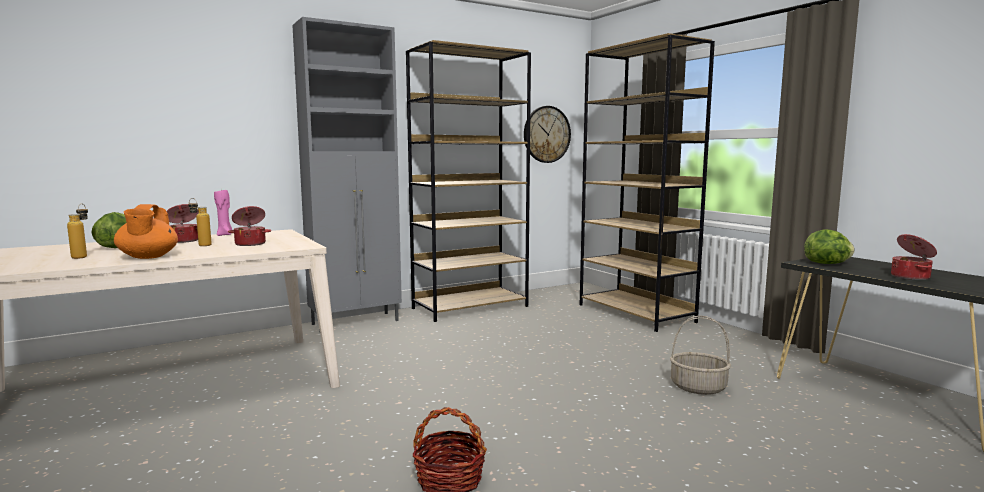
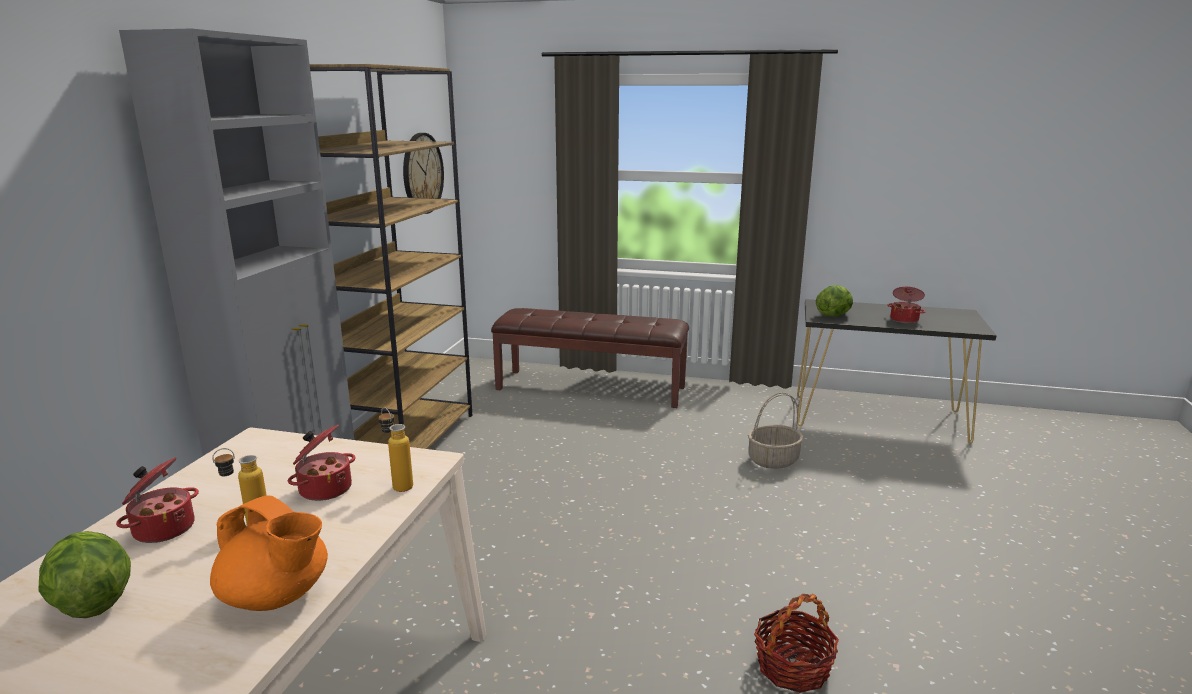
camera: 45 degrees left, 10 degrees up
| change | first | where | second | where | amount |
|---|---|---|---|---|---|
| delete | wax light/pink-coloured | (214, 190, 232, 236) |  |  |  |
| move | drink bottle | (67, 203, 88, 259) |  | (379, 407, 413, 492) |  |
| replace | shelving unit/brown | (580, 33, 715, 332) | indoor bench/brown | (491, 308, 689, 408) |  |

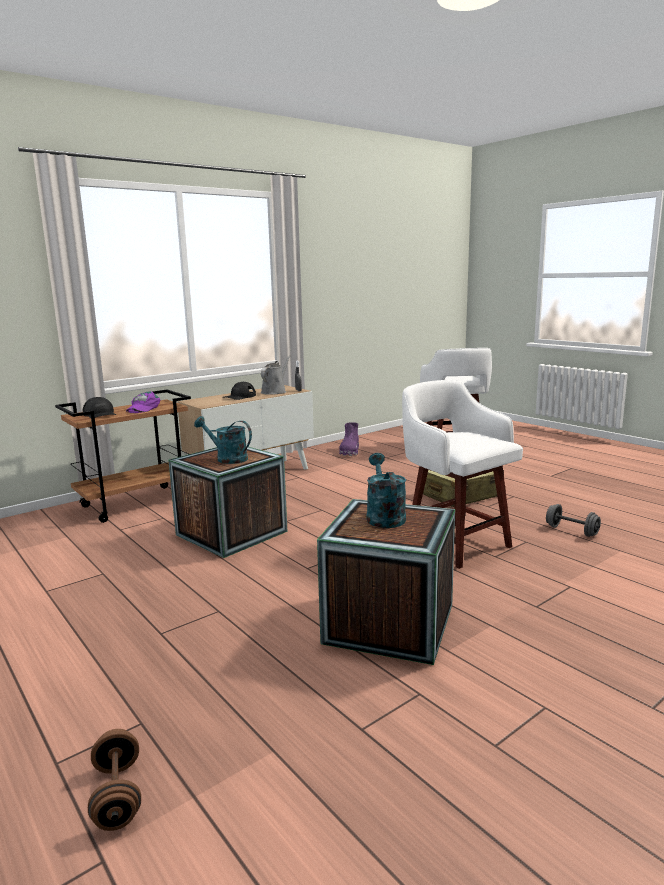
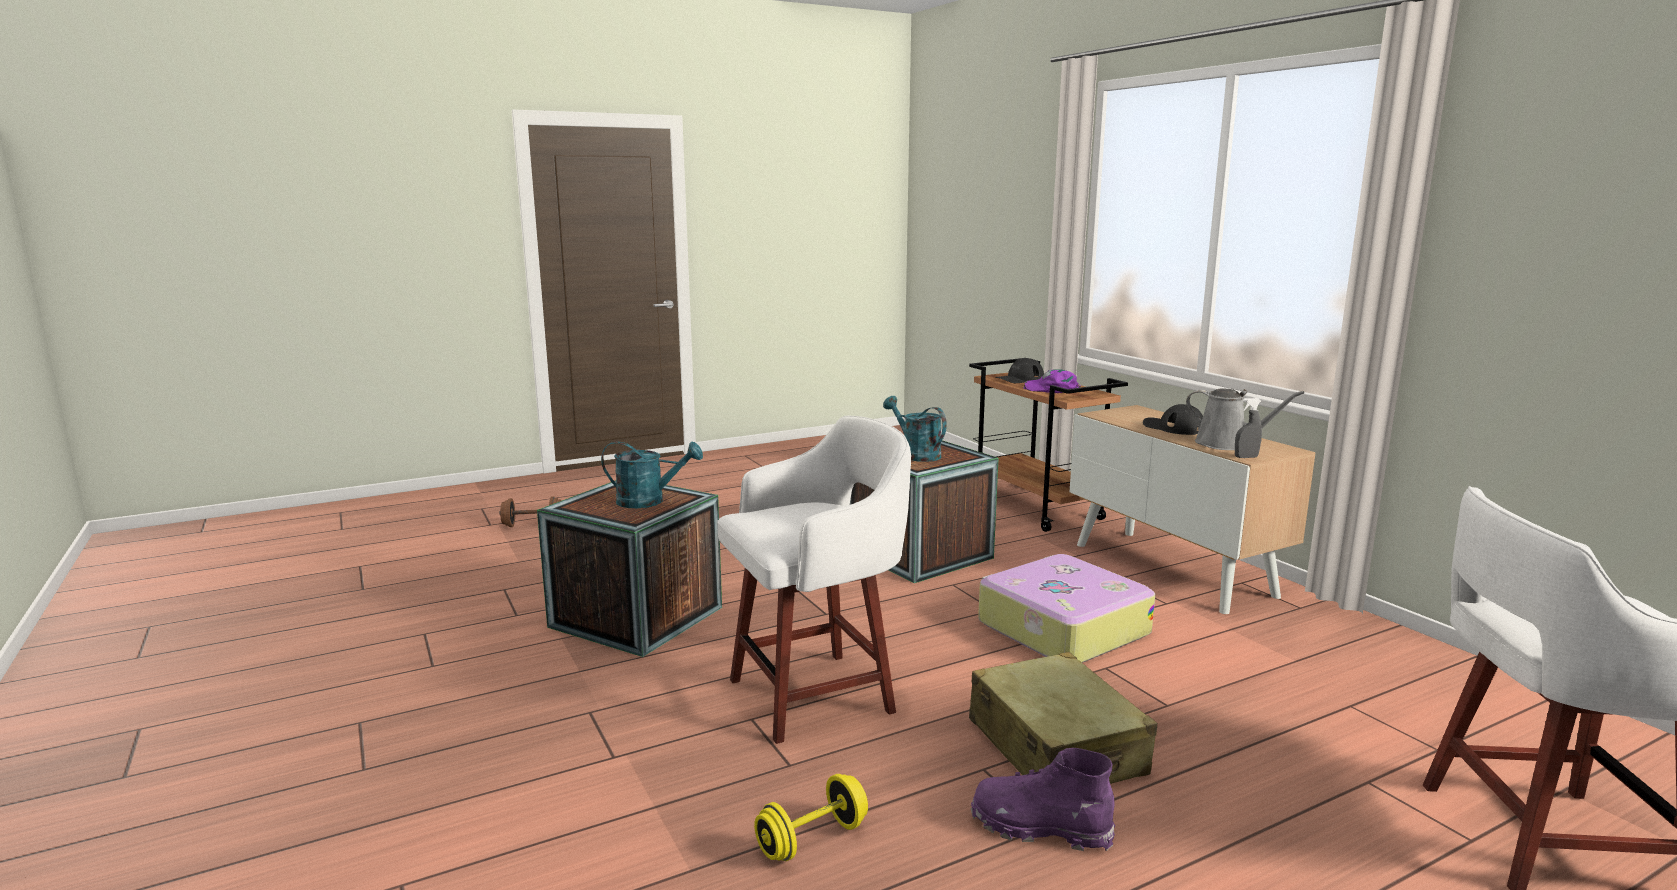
camera: 100 degrees right, 0 degrees up
| change | first | where | second | where | amount |
|---|---|---|---|---|---|
| insert |  |  | suitcase | (978, 554, 1155, 663) |  |
| move | tall boot/purplish | (339, 422, 359, 456) |  | (971, 748, 1115, 851) |  |
| recolor | dumbbell/grey | (546, 504, 601, 537) | dumbbell/yellow-coloured | (754, 774, 868, 861) |  |
| rotate | watering can/blue-green | (194, 416, 252, 464) |  | (883, 396, 947, 462) | 75 degrees counterclockwise |

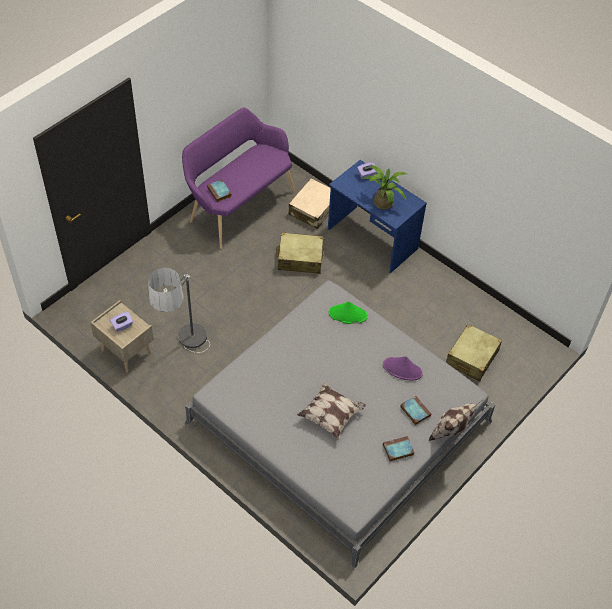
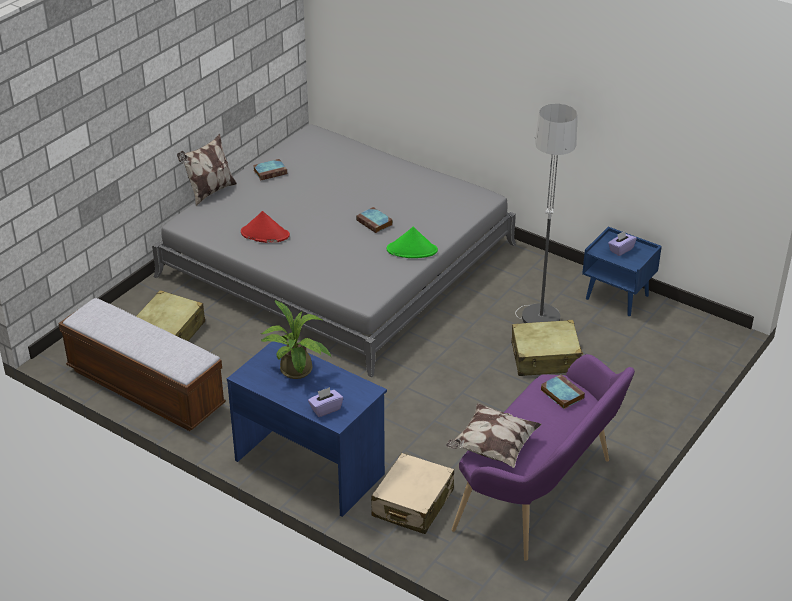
camera: 175 degrees right, 15 degrees down
| change | first | where | second | where | amount |
|---|---|---|---|---|---|
| insert |  |  | indoor bench | (58, 298, 226, 431) |  |
| move | suitcase/sand-coloured | (276, 232, 323, 274) |  | (511, 320, 583, 376) |  |
| move | throw pillow | (297, 382, 366, 439) |  | (446, 403, 542, 468) |  |
| move | wearable hat/green | (329, 301, 368, 324) |  | (387, 227, 438, 258) |  |
| move | book | (401, 396, 431, 425) |  | (356, 207, 393, 233) |  |
| recolor | bedside table/sand-coloured | (91, 300, 154, 373) | bedside table/blue-coloured | (582, 227, 662, 316) |  |
| recolor | wearable hat/purplish | (383, 356, 423, 380) | wearable hat/reddish | (241, 211, 290, 243) |  |

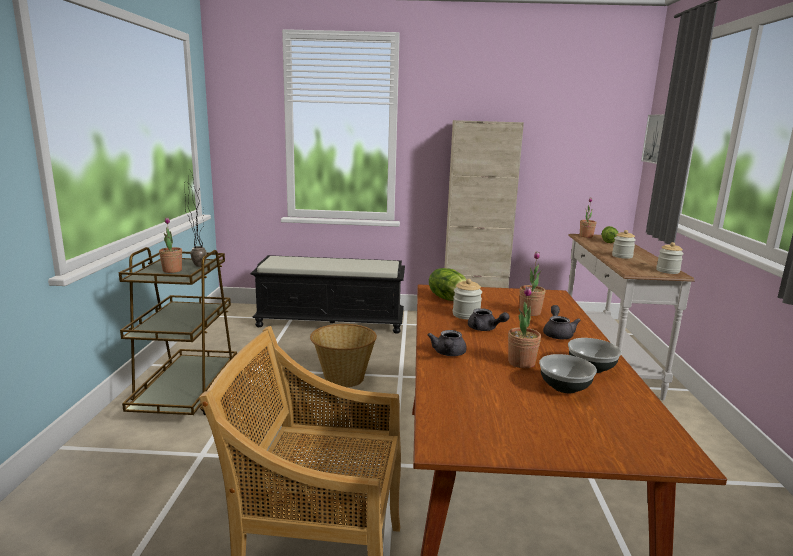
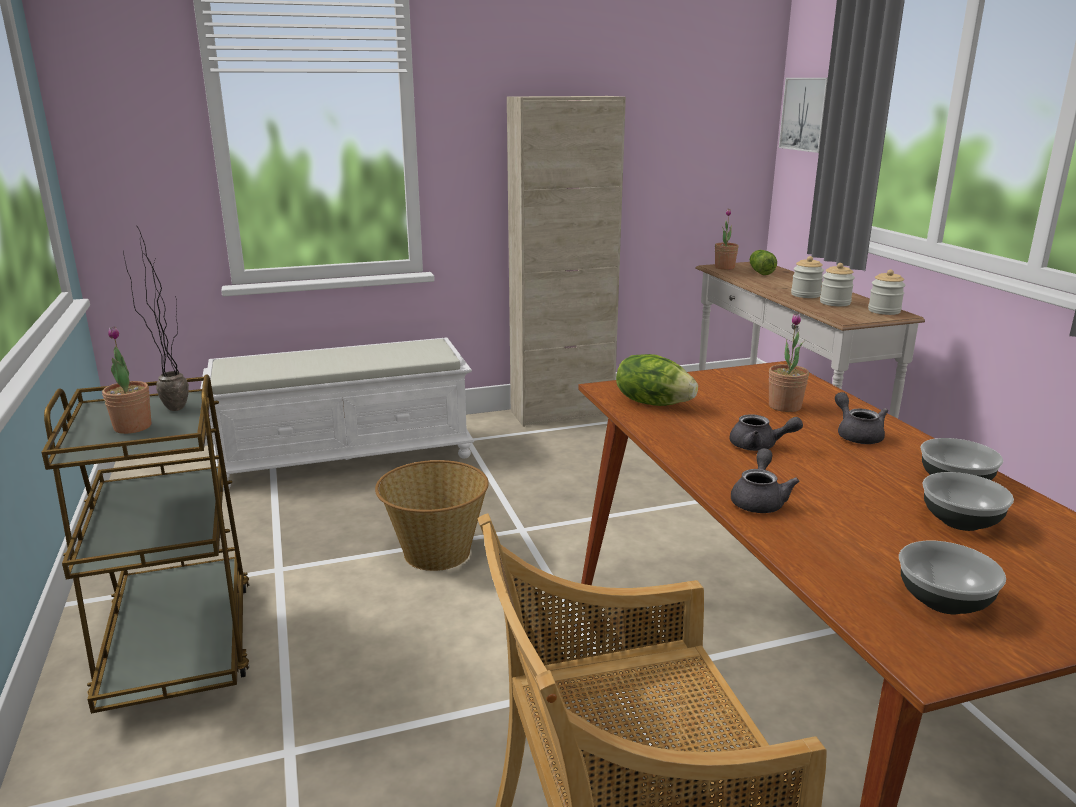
camera: 20 degrees left, 5 degrees up
| change | first | where | second | where | amount |
|---|---|---|---|---|---|
| delete | potted plant | (508, 286, 541, 368) |  |  |  |
| insert |  |  | deep dish | (899, 541, 1006, 614) |  |
| move | preserve jar | (453, 279, 482, 320) |  | (820, 263, 855, 306) |  |
| recolor | indoor bench/blackish | (250, 255, 405, 333) | indoor bench/white-coloured | (200, 337, 474, 491) |  |
| rotate | teapot/grey | (428, 330, 467, 356) |  | (731, 448, 800, 513) | 150 degrees counterclockwise |

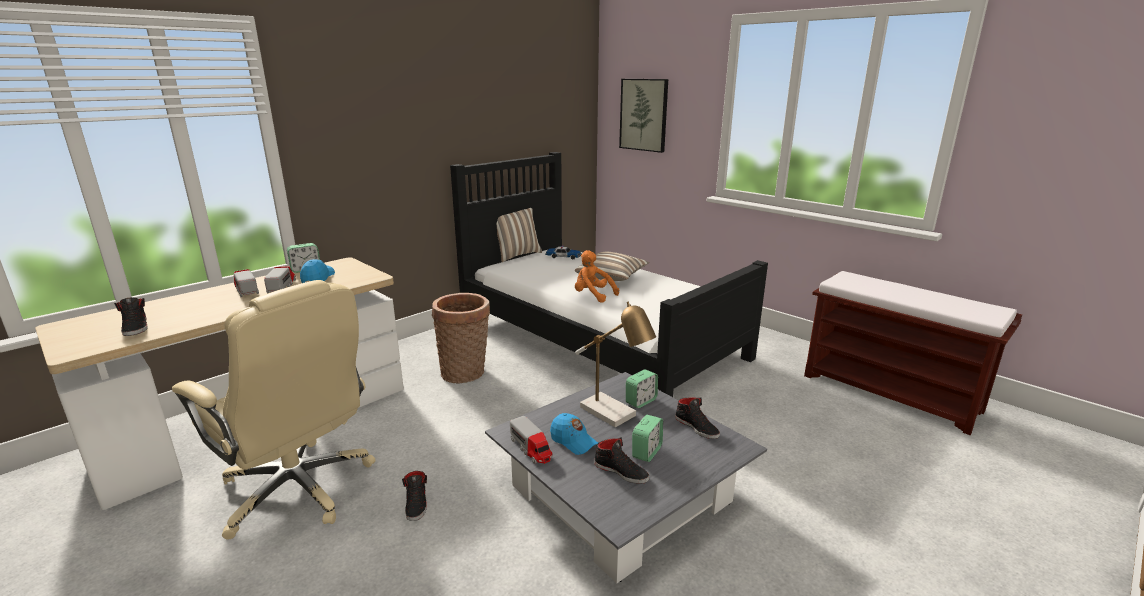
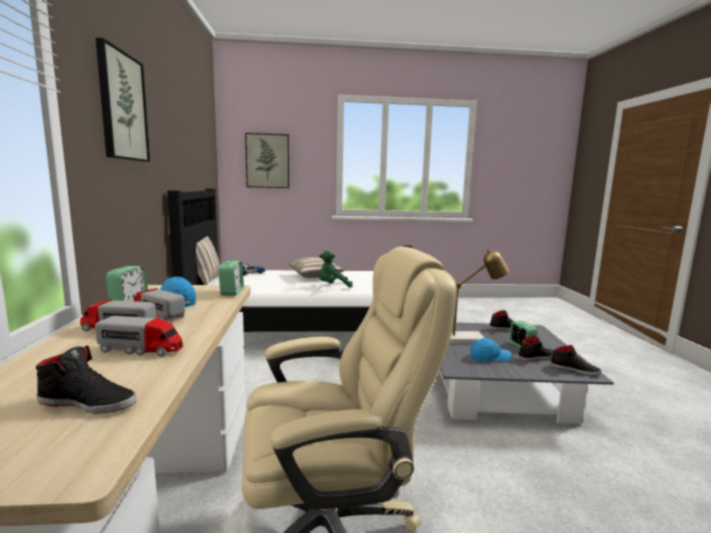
camera: 50 degrees left, 10 degrees down
| change | first | where | second | where | amount |
|---|---|---|---|---|---|
| delete | basket | (432, 293, 490, 384) |  |  |  |
| delete | indoor bench/brown | (804, 271, 1022, 435) |  |  |  |
| insert |  |  | picture | (95, 38, 150, 162) |  |
| move | low shoe/blackish | (402, 471, 427, 521) |  | (550, 345, 601, 375) |  |
| move | model truck | (510, 416, 553, 464) |  | (95, 316, 183, 357) |  |
| move | alarm clock | (626, 369, 658, 408) |  | (218, 261, 244, 296) |  |
| recolor | plush toy/orange | (575, 250, 619, 303) | plush toy/green | (319, 250, 353, 288) |  |

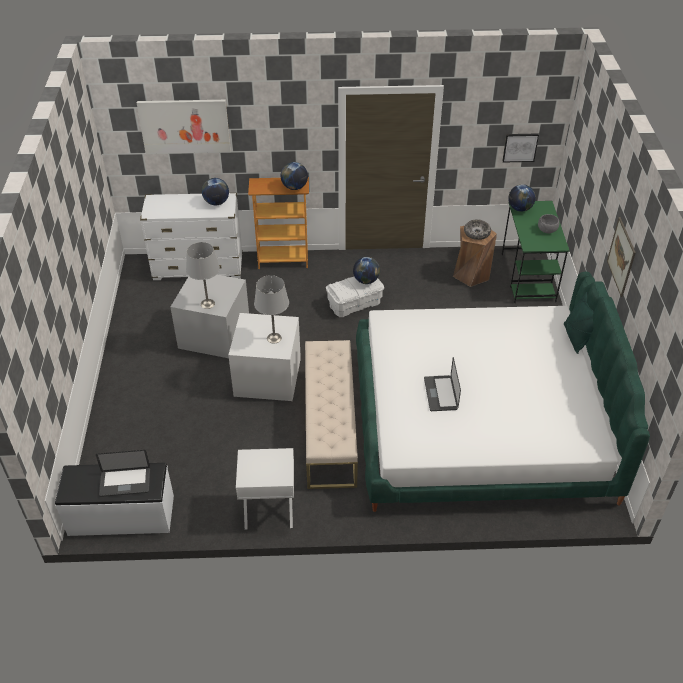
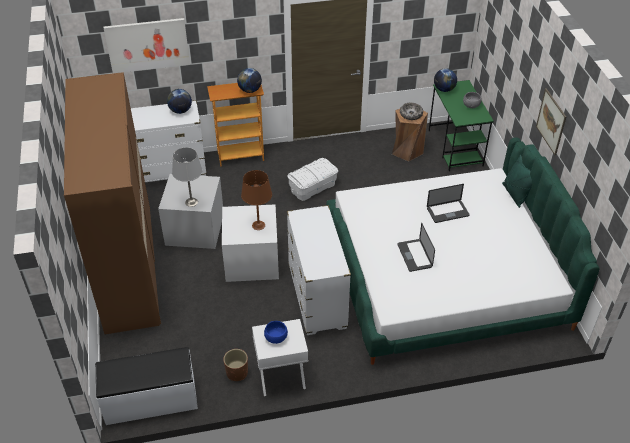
camera: 10 degrees left, 0 degrees up
| change | first | where | second | where | amount |
|---|---|---|---|---|---|
| delete | world globe | (353, 257, 380, 284) |  |  |  |
| delete | picture | (502, 133, 539, 163) |  |  |  |
| insert |  |  | armoire/brown | (64, 72, 161, 334) |  |
| insert |  |  | planter/brown | (223, 349, 248, 381) |  |
| insert |  |  | deep dish/blue-coloured | (264, 321, 288, 344) |  |
| move | portable computer | (96, 450, 150, 497) |  | (427, 184, 470, 223) |  |
| replace | indoor bench/sand-coloured | (305, 340, 358, 489) | dresser/white-coloured | (287, 205, 351, 335) |  |
| recolor | table lamp/grey | (254, 275, 289, 344) | table lamp/brown | (241, 170, 272, 230) |  |

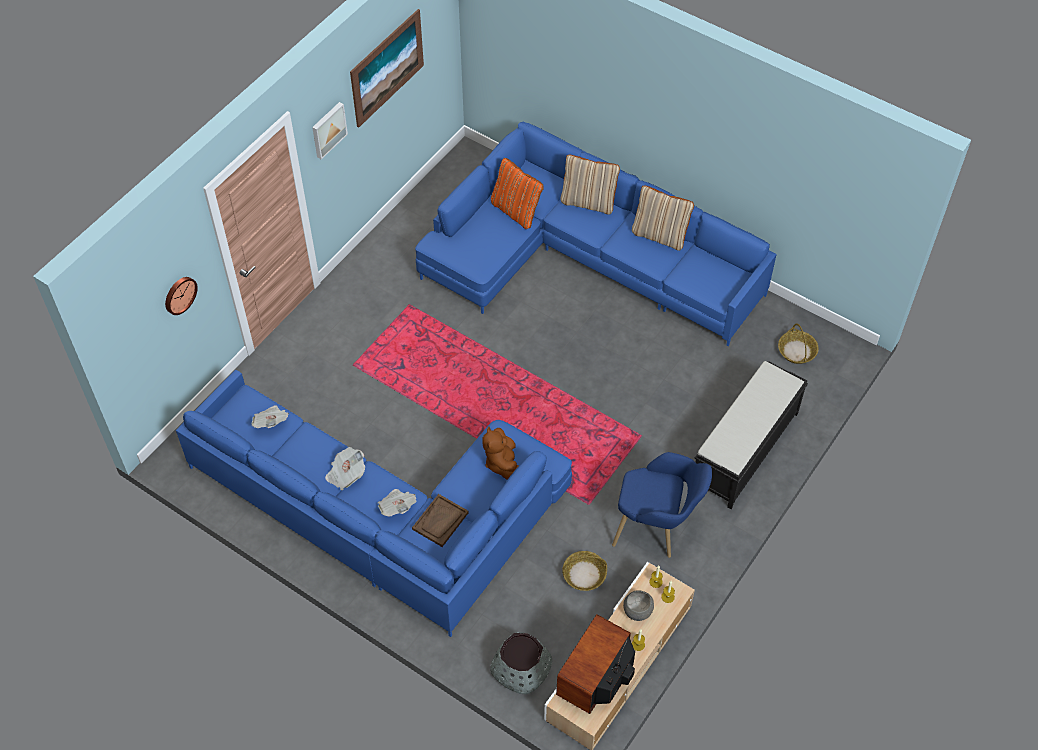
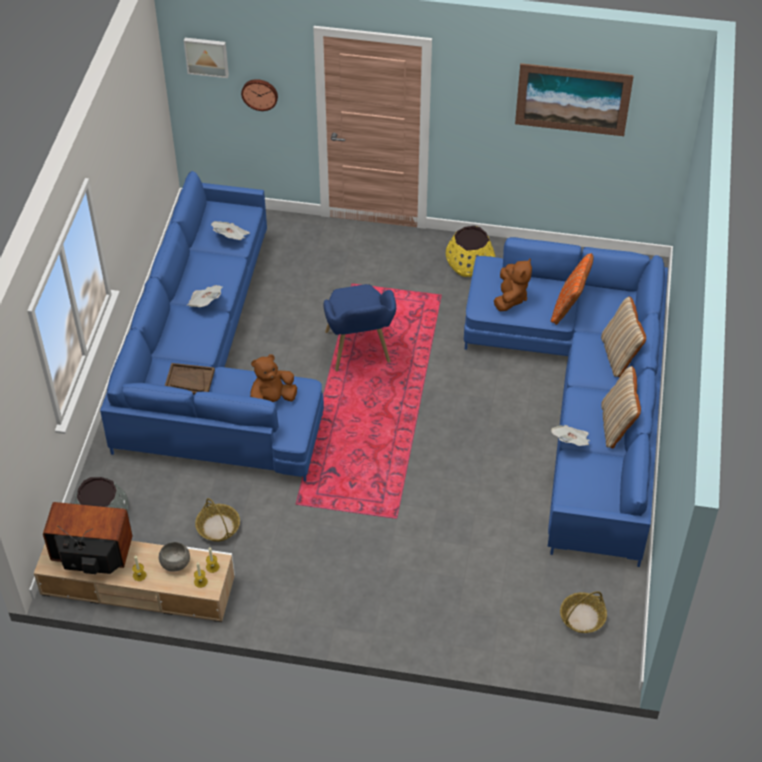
camera: 65 degrees right, 5 degrees down
| change | first | where | second | where | amount |
|---|---|---|---|---|---|
| delete | indoor bench/blackish | (694, 361, 808, 509) |  |  |  |
| insert |  |  | planter/yellow-coloured | (446, 226, 495, 277) |  |
| insert |  |  | plush toy/brown | (494, 259, 532, 311) |  |
| move | picture | (312, 102, 348, 159) |  | (184, 38, 229, 78) |  |
| move | daily paper | (378, 489, 417, 516) |  | (551, 425, 590, 446) |  |
| move | armchair/blue-coloured | (612, 452, 712, 558) |  | (323, 284, 396, 371) |  |

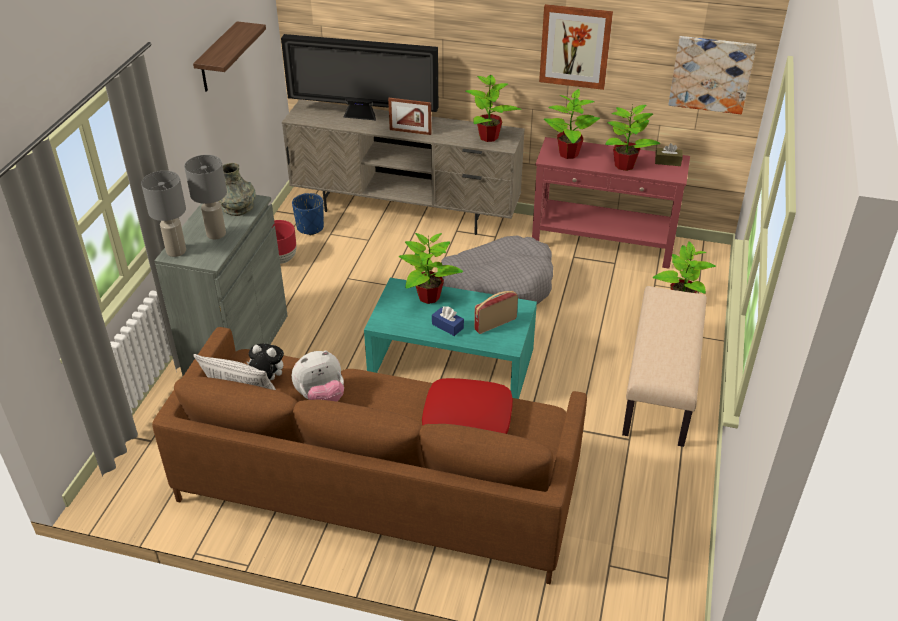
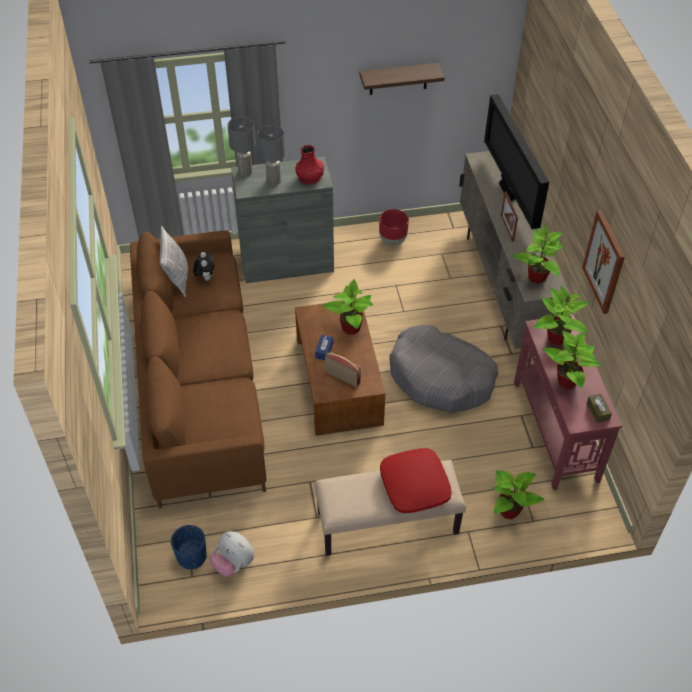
camera: 65 degrees right, 10 degrees up
| change | first | where | second | where | amount |
|---|---|---|---|---|---|
| delete | picture | (668, 36, 757, 114) |  |  |  |
| move | planter/blue-coloured | (292, 193, 324, 235) |  | (171, 525, 207, 569) |  |
| move | plush toy | (292, 351, 344, 401) |  | (210, 531, 254, 577) |  |
| move | throw pillow/reddish | (422, 378, 513, 434) |  | (380, 448, 452, 513) |  |
| recolor | decorative vase/grey | (218, 163, 256, 216) | decorative vase/reddish | (295, 145, 324, 185) |  |
| recolor | lounge table/blue-green | (364, 278, 537, 399) | lounge table/brown | (295, 299, 385, 436) |  |

